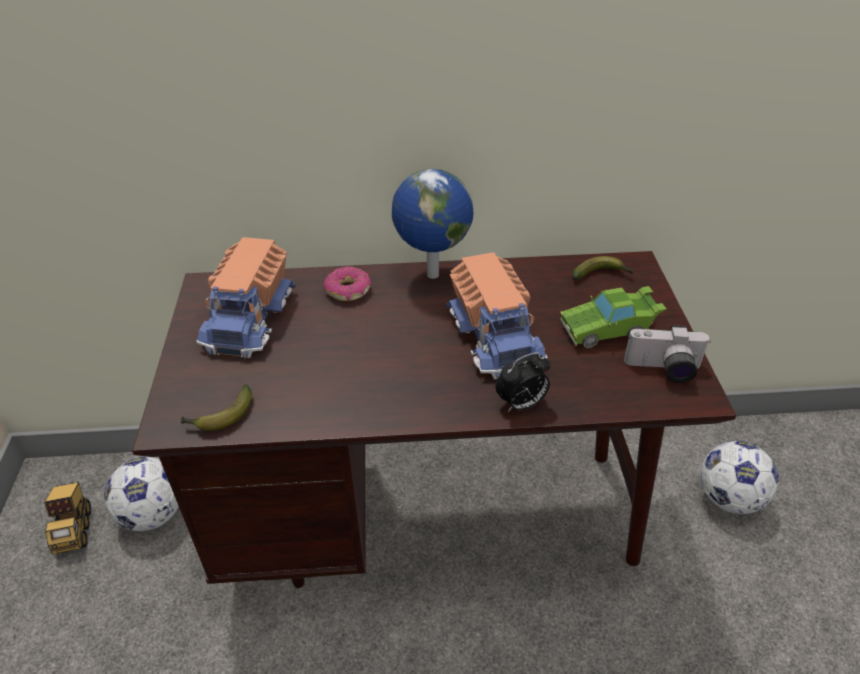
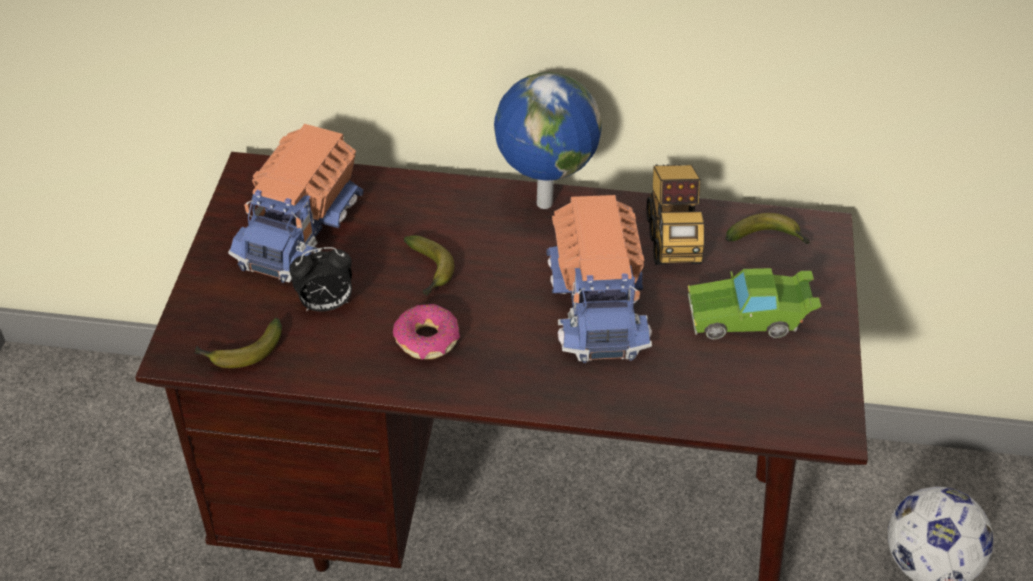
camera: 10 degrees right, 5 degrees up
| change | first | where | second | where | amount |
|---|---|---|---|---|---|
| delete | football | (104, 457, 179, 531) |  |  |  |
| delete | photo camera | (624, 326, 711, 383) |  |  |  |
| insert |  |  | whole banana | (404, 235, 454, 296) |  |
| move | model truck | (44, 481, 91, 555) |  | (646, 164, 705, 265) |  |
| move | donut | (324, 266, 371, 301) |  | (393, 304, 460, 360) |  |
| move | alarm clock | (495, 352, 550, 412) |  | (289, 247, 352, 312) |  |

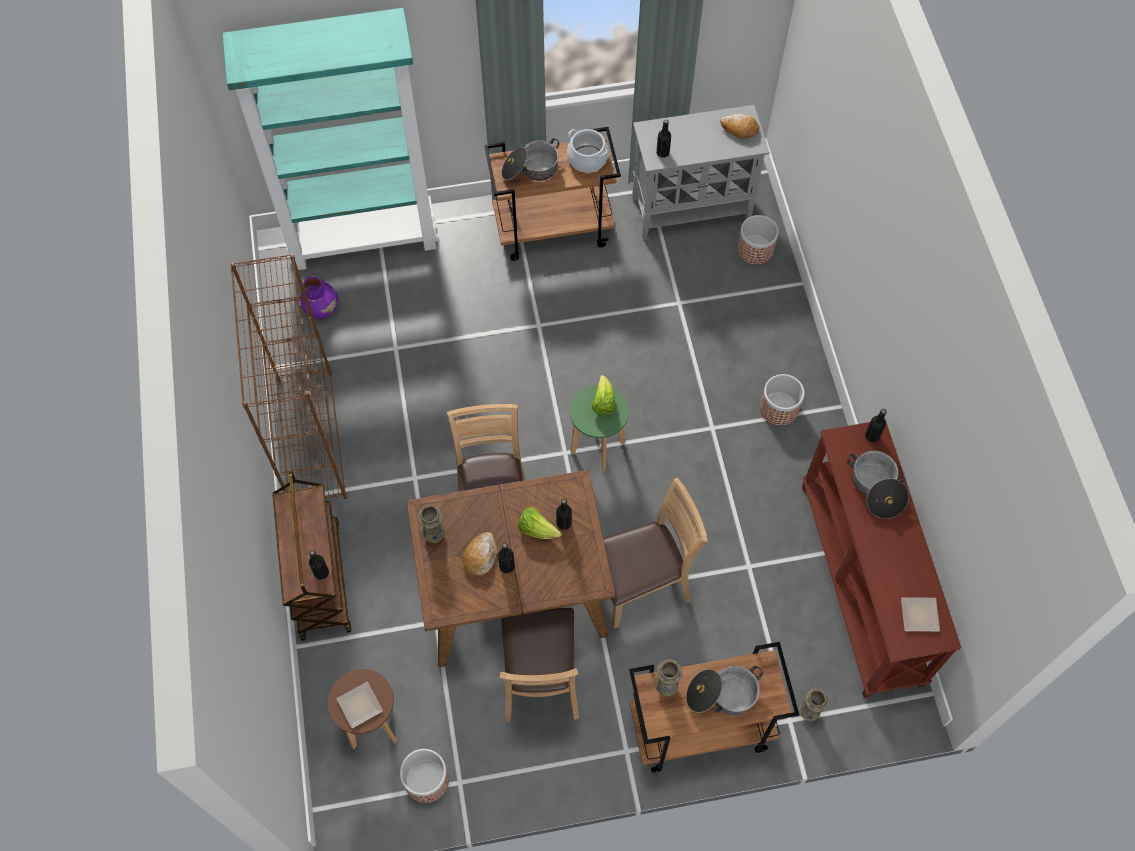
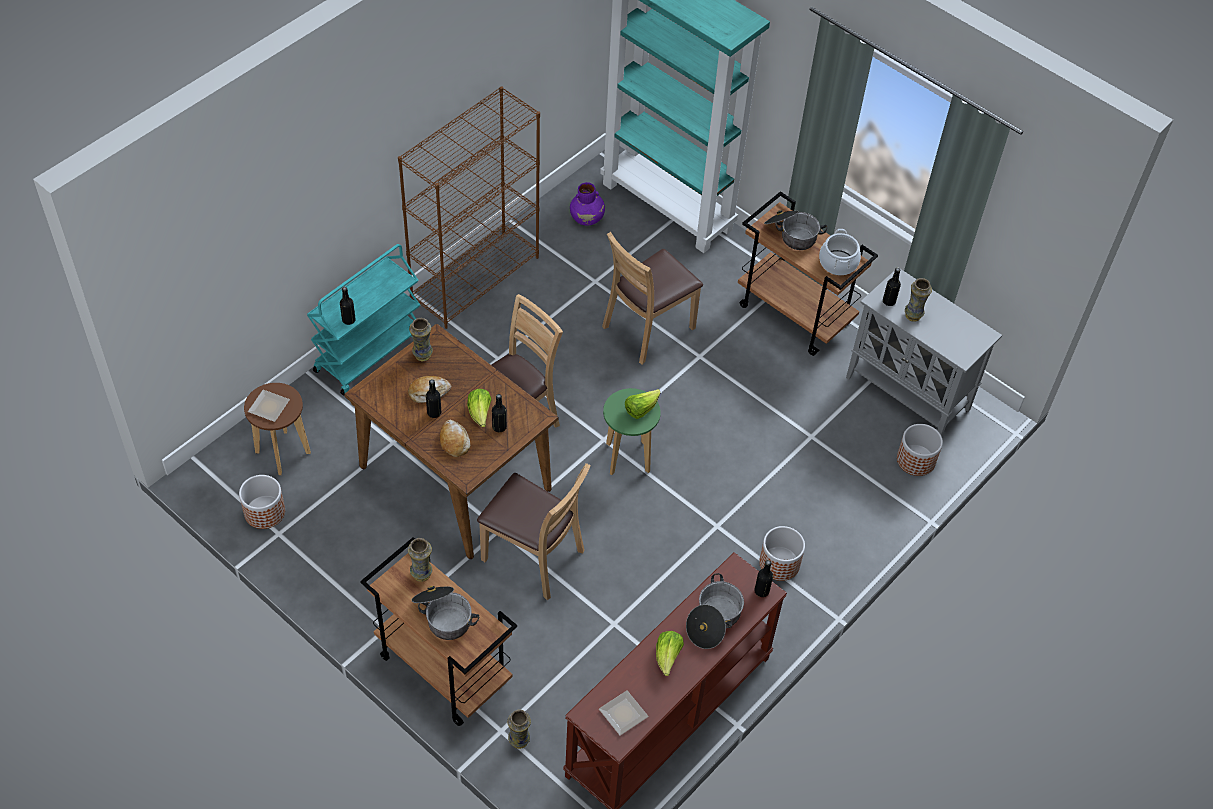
camera: 50 degrees right, 10 degrees down
| change | first | where | second | where | amount |
|---|---|---|---|---|---|
| insert |  |  | lettuce head | (656, 631, 684, 676) |  |
| insert |  |  | decorative vase | (905, 278, 932, 322) |  |
| move | chair/brown | (499, 608, 579, 722) |  | (602, 232, 703, 365) |  |
| move | bread | (720, 114, 760, 139) |  | (440, 420, 470, 457) |  |
| recolor | cart/brown | (272, 472, 352, 641) | cart/blue-green | (307, 244, 420, 395) |  |

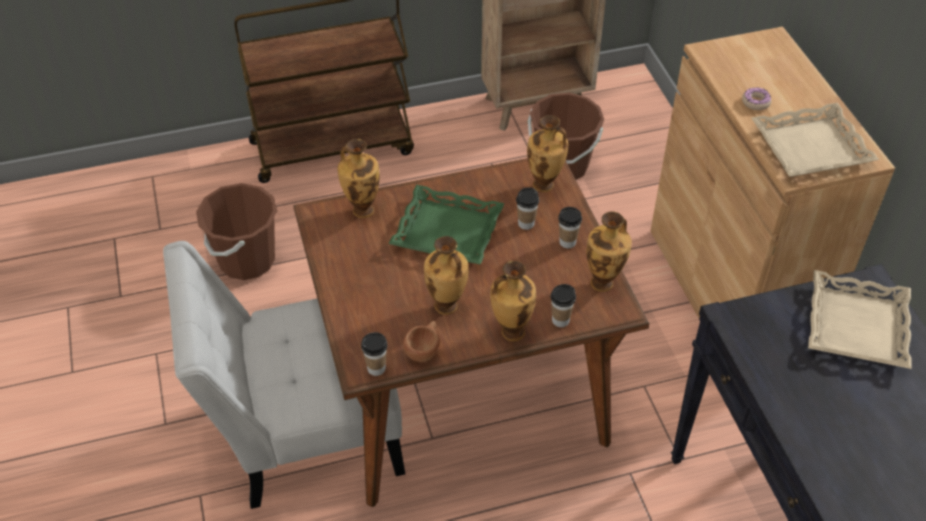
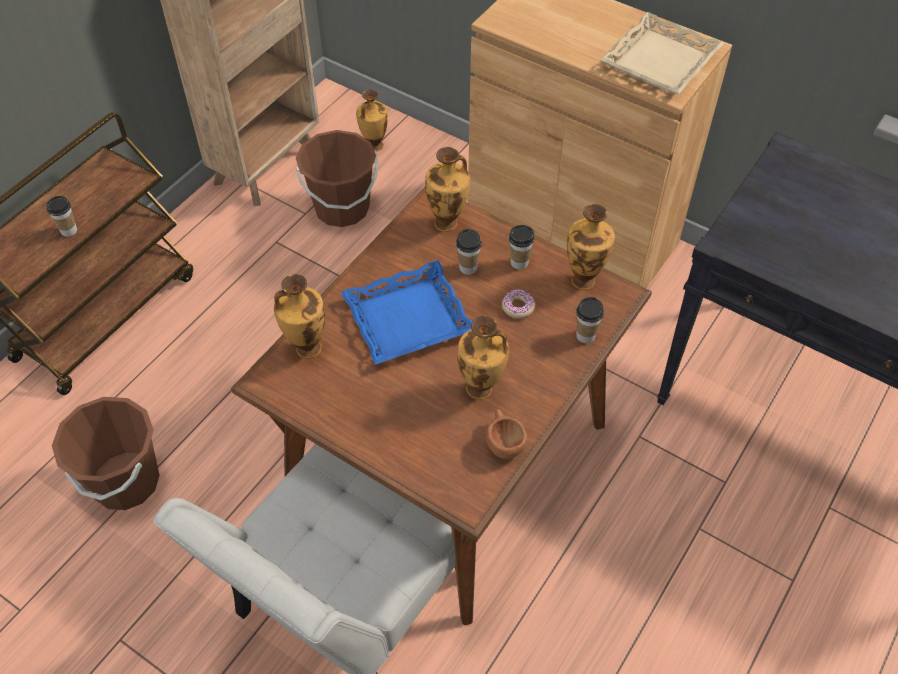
camera: 40 degrees left, 5 degrees up
| change | first | where | second | where | amount |
|---|---|---|---|---|---|
| delete | carrying tray/sand-coloured | (808, 270, 911, 369) |  |  |  |
| move | small cup | (361, 332, 388, 376) |  | (46, 196, 77, 237) |  |
| move | decorative vase | (490, 261, 536, 341) |  | (356, 89, 388, 151) |  |
| move | donut | (742, 87, 772, 110) |  | (502, 289, 535, 319) |  |
| recolor | carrying tray/green | (389, 185, 504, 265) | carrying tray/blue-coloured | (341, 260, 473, 365) |  |

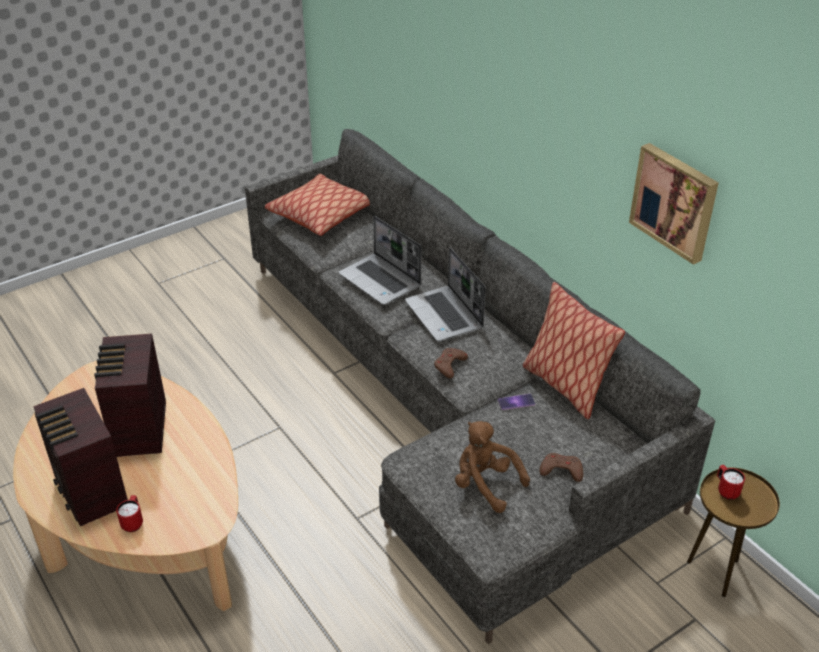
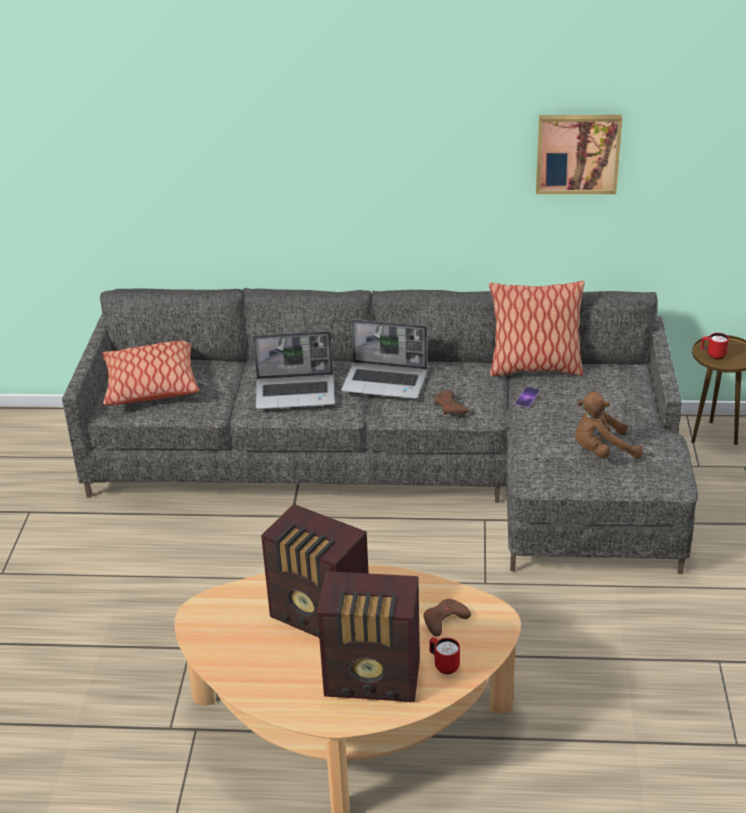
camera: 50 degrees left, 5 degrees down
| change | first | where | second | where | amount |
|---|---|---|---|---|---|
| move | joypad/brown | (539, 453, 583, 482) |  | (424, 599, 471, 637) |  |

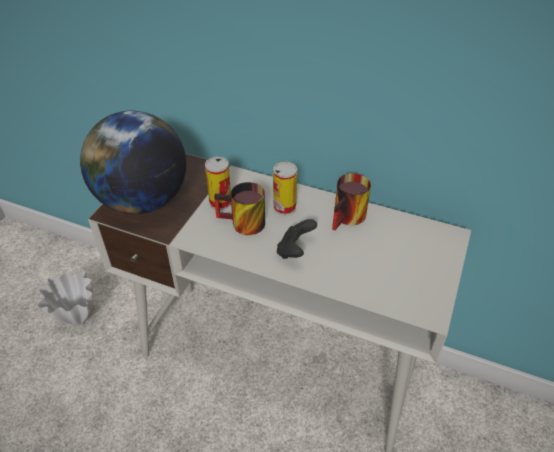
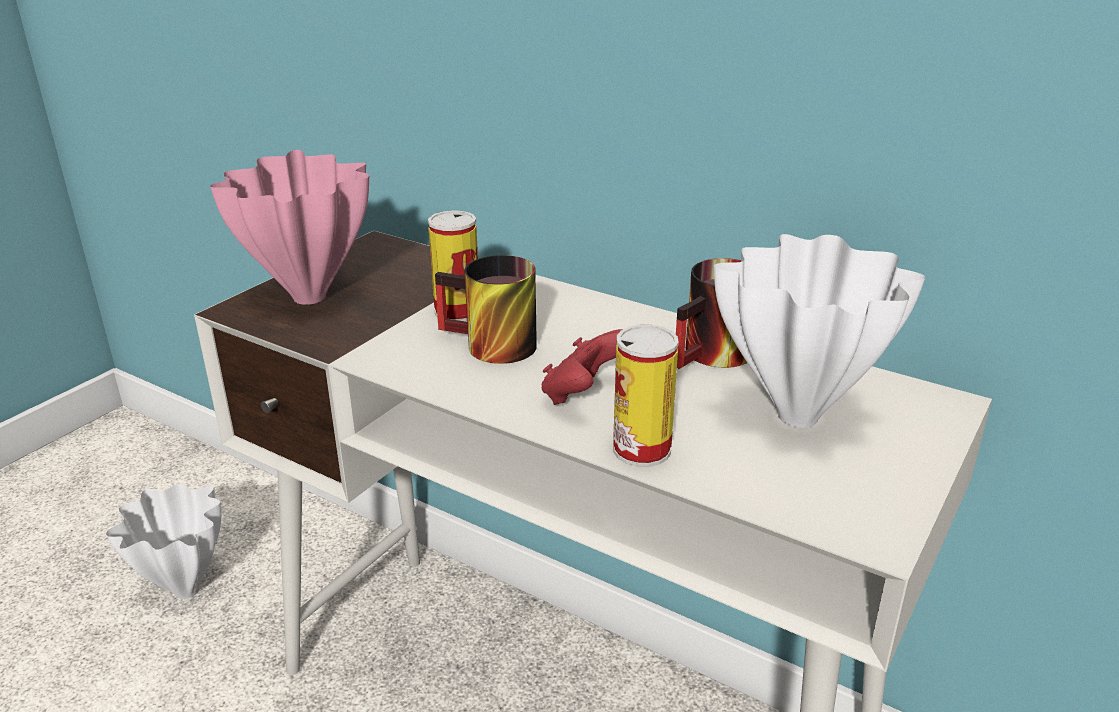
camera: 10 degrees right, 15 degrees down
| change | first | where | second | where | amount |
|---|---|---|---|---|---|
| insert |  |  | decorative vase/white-coloured | (714, 234, 926, 428) |  |
| move | can | (273, 162, 297, 215) |  | (613, 325, 679, 467) |  |
| replace | world globe | (80, 111, 186, 214) | decorative vase/pink-coloured | (210, 150, 369, 305) |  |
| recolor | joypad/blackish | (277, 219, 317, 259) | joypad/reddish | (542, 329, 623, 405) |  |

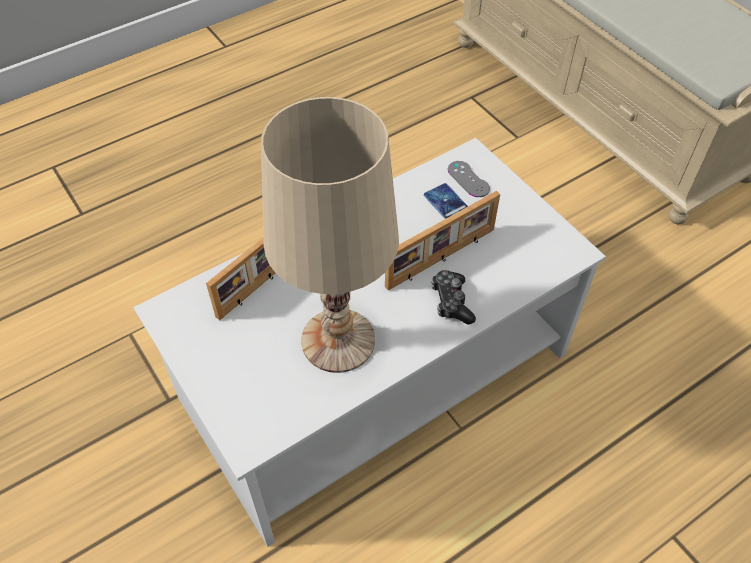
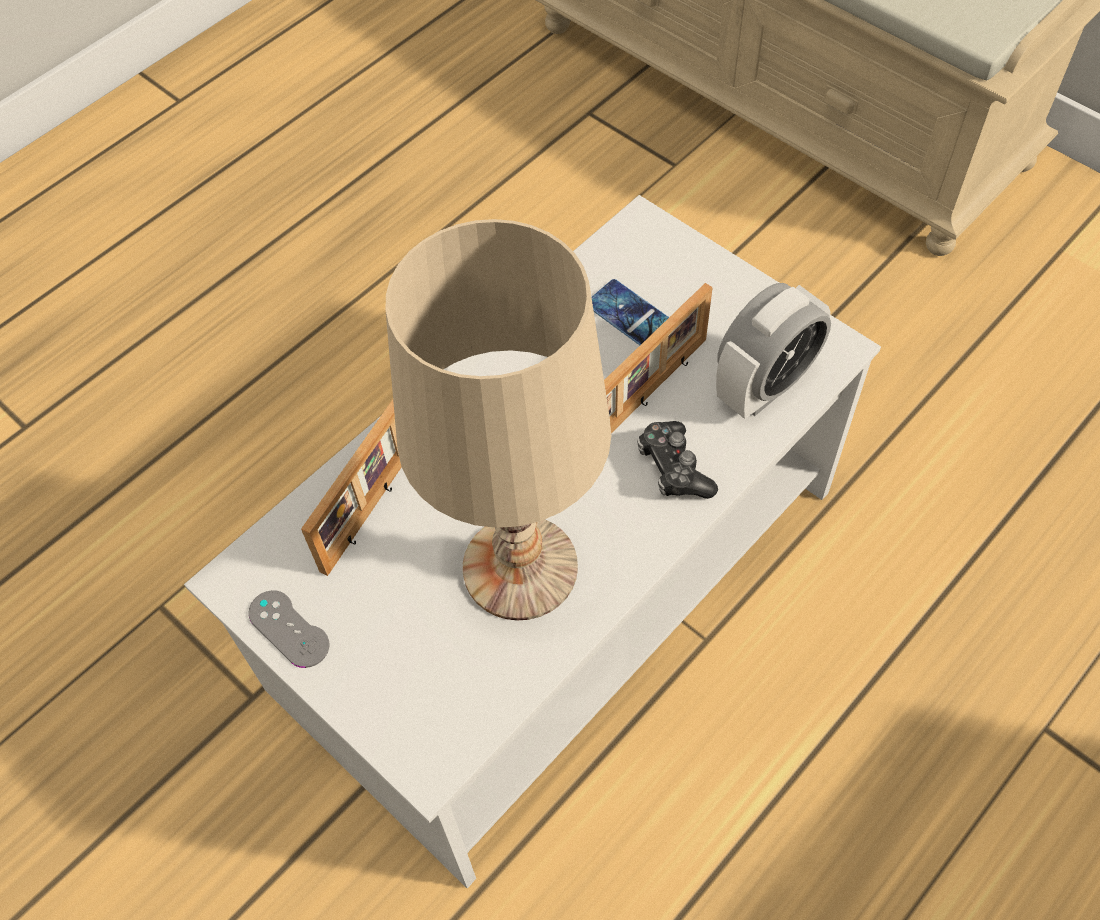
camera: 10 degrees left, 5 degrees up
| change | first | where | second | where | amount |
|---|---|---|---|---|---|
| insert |  |  | alarm clock | (716, 283, 831, 419) |  |
| move | joypad/grey | (448, 161, 490, 197) |  | (248, 590, 329, 668) |  |

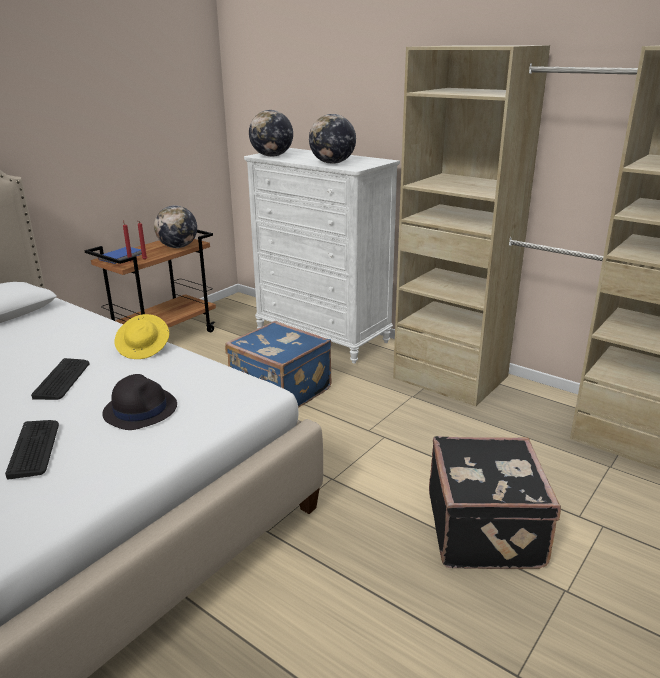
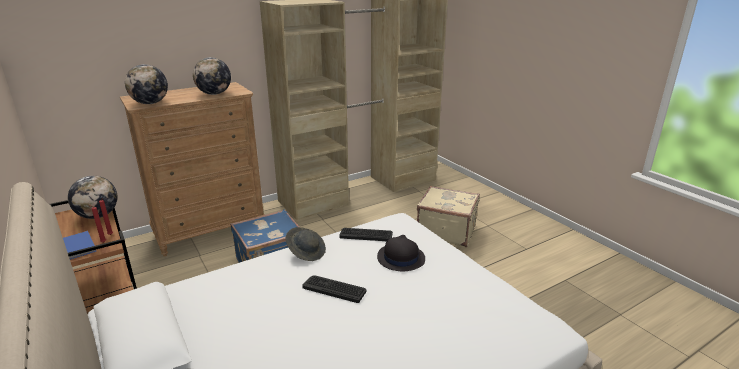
camera: 70 degrees left, 0 degrees up
| change | first | where | second | where | amount |
|---|---|---|---|---|---|
| move | computer keyboard | (5, 420, 59, 480) |  | (339, 228, 393, 241) |  |
| recolor | wearable hat/yellow-coloured | (115, 314, 169, 359) | wearable hat/grey | (285, 227, 326, 261) |  |
| recolor | dresser/white-coloured | (244, 148, 400, 363) | dresser/brown | (120, 82, 265, 257) |  |
| recolor | suitcase/blackish | (429, 436, 561, 569) | suitcase/sand-coloured | (417, 186, 480, 247) |  |

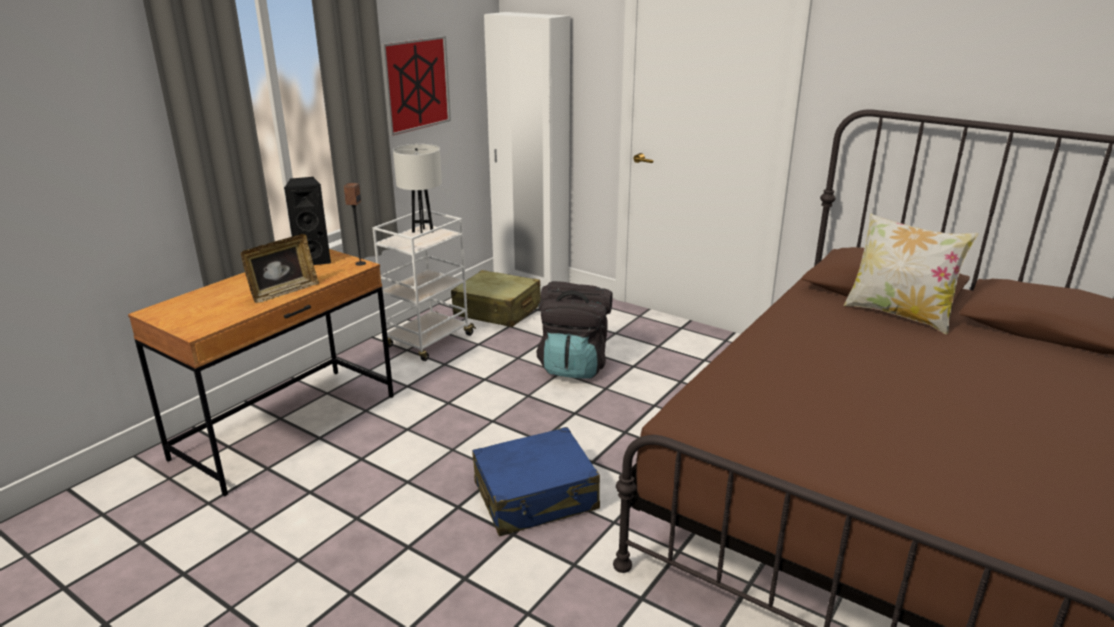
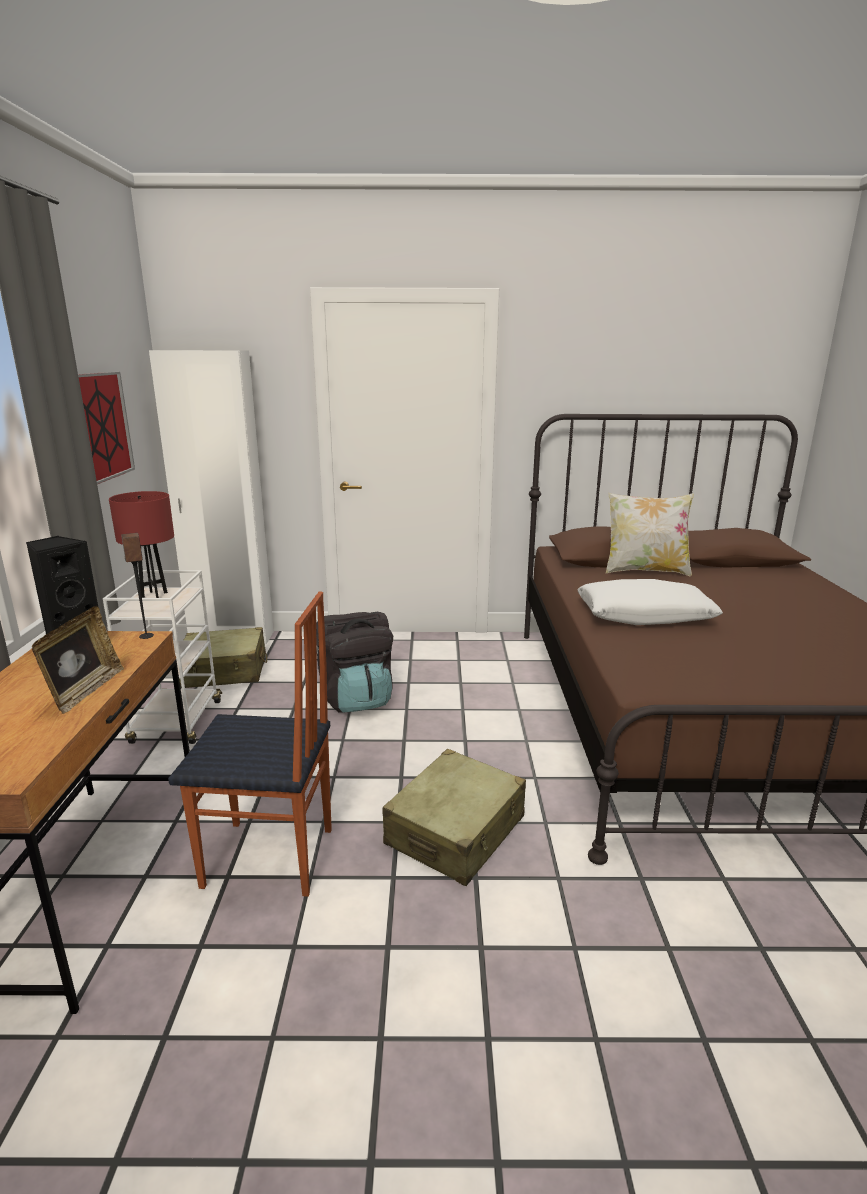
camera: 35 degrees left, 5 degrees down
| change | first | where | second | where | amount |
|---|---|---|---|---|---|
| insert |  |  | chair | (168, 591, 332, 897) |  |
| insert |  |  | throw pillow/white-coloured | (577, 579, 723, 625) |  |
| recolor | table lamp/white-coloured | (393, 144, 442, 233) | table lamp/reddish | (109, 491, 174, 598) |  |
| recolor | suitcase/blue-coloured | (472, 427, 600, 536) | suitcase/sand-coloured | (383, 749, 526, 886) |  |

